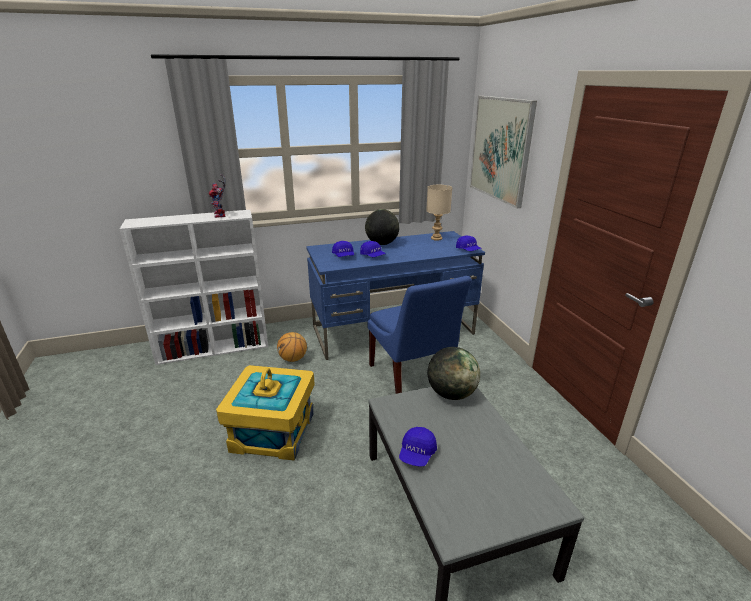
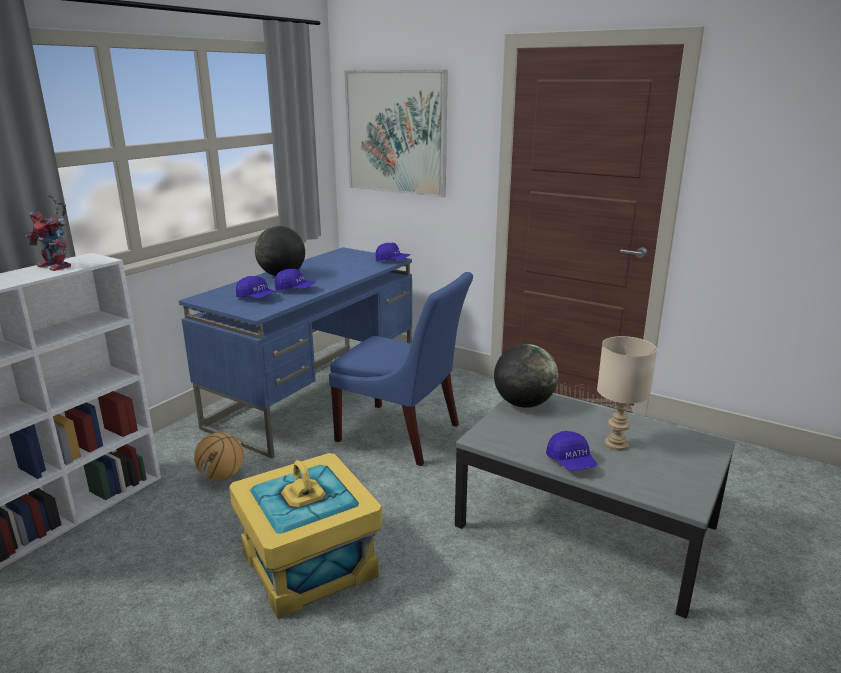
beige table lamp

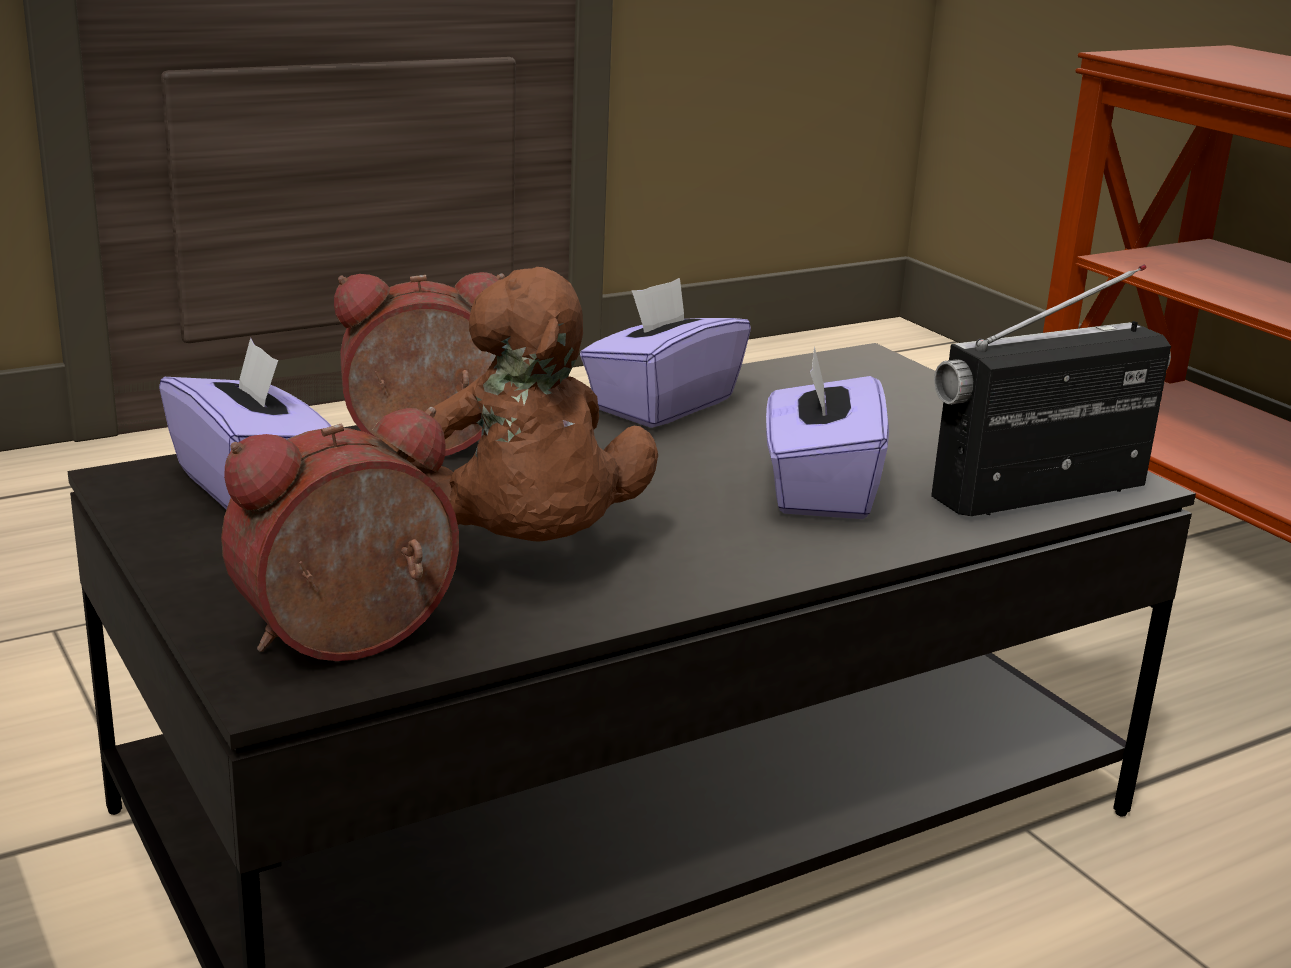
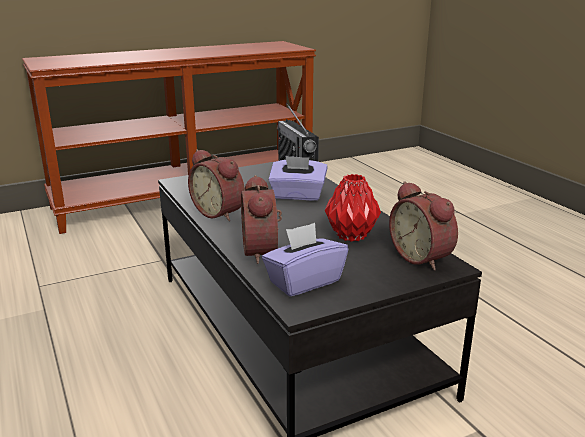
red vase; alarm clock (1st from left)

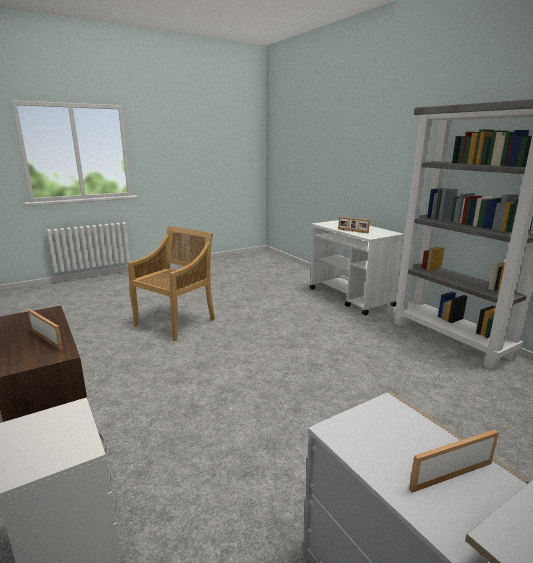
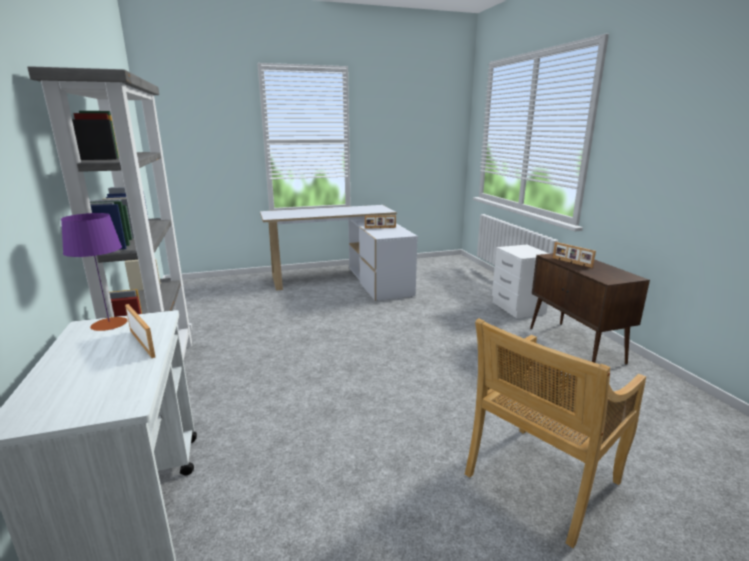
purple table lamp

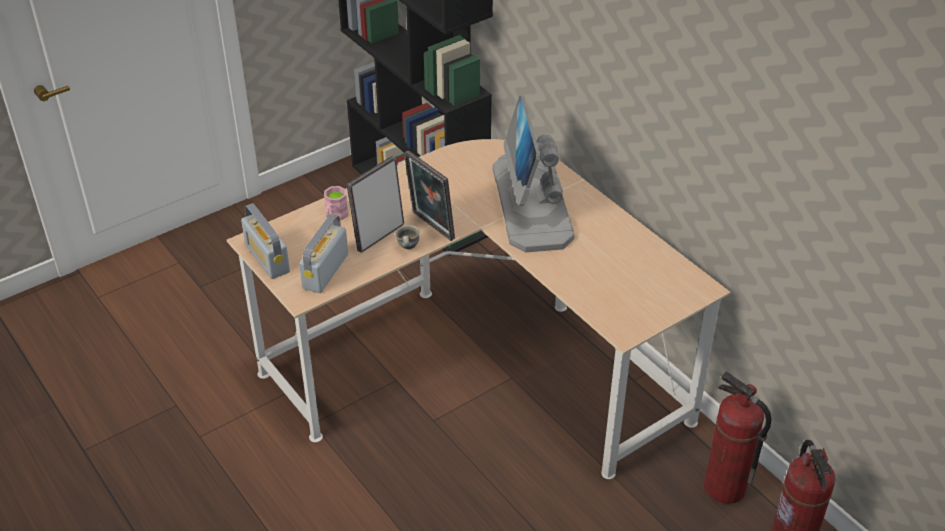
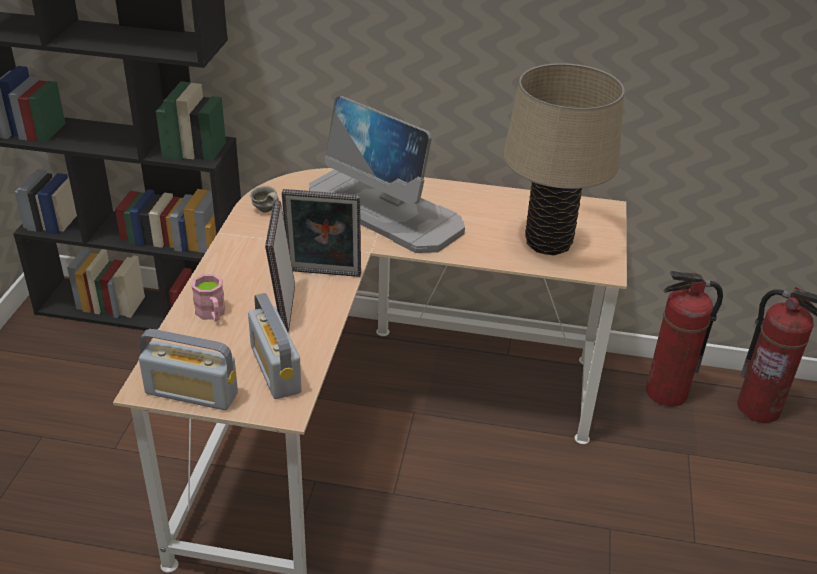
grey mug; beige table lamp

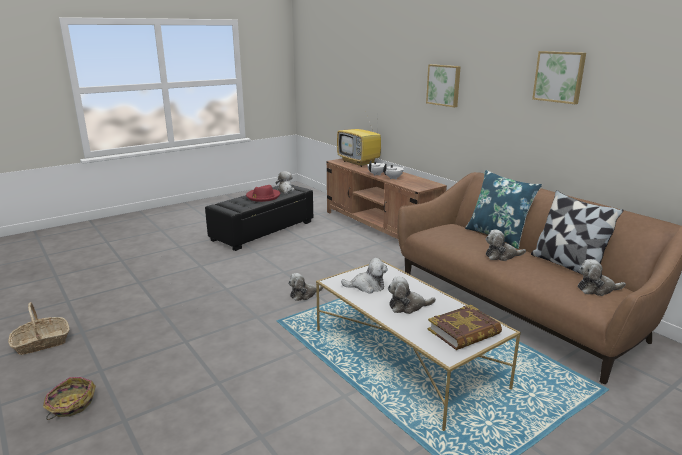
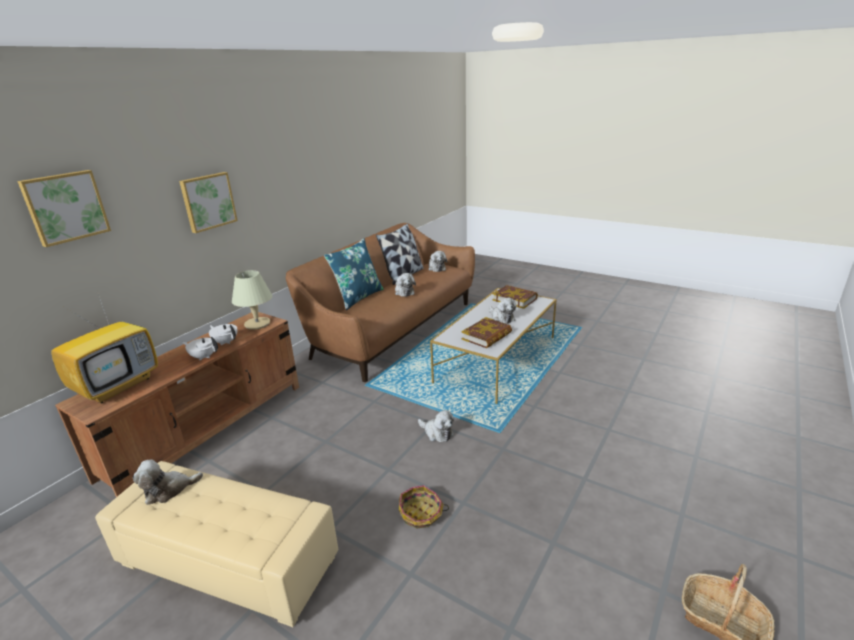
picture (1st from left); beige ottoman; red hat; book (1st from left); basket (1st from left); beige table lamp

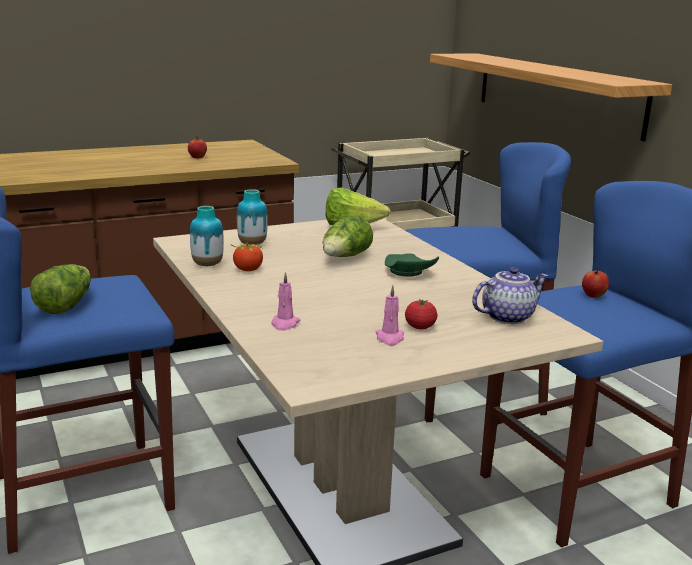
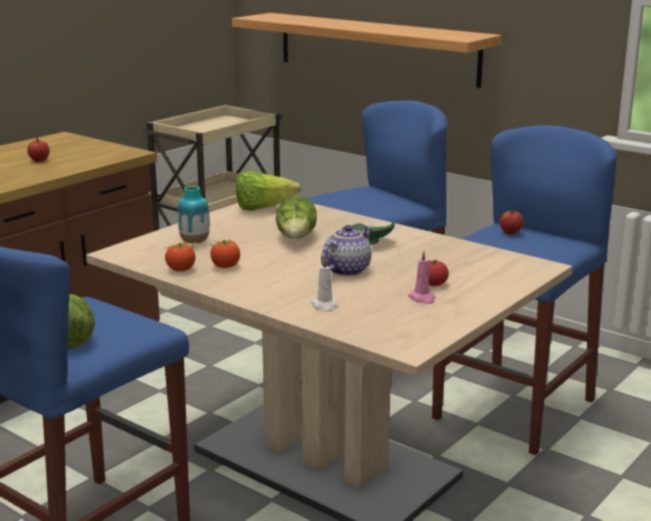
tomato (1st from left); teapot; white candle

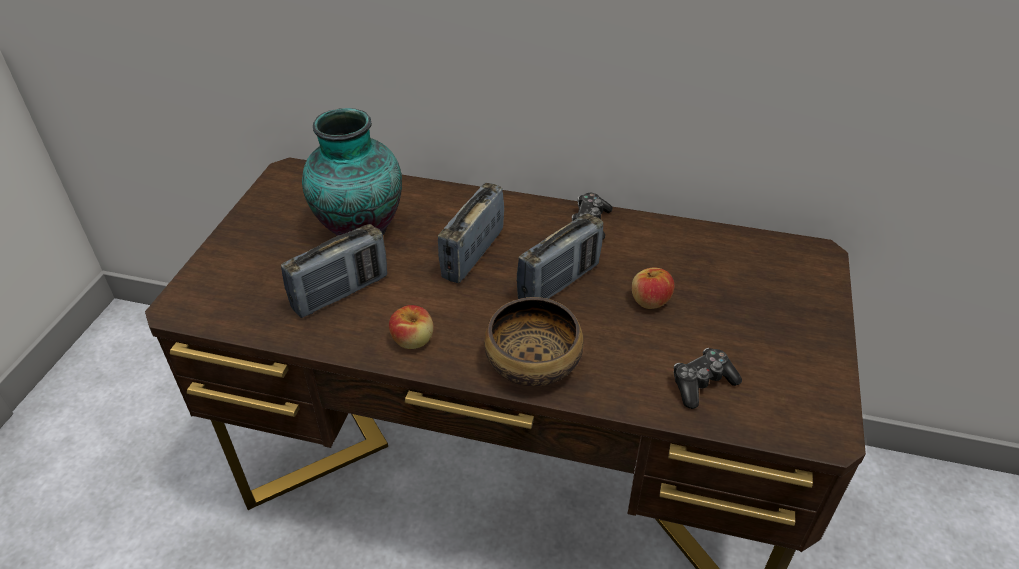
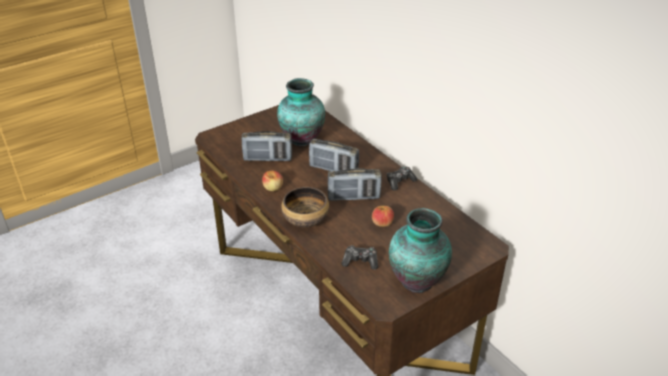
radio (2nd from left); vase (2nd from left)

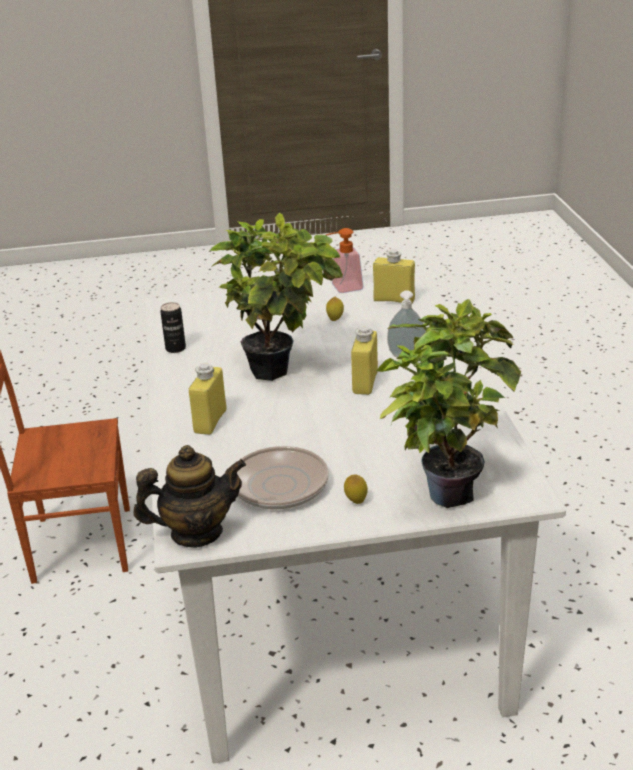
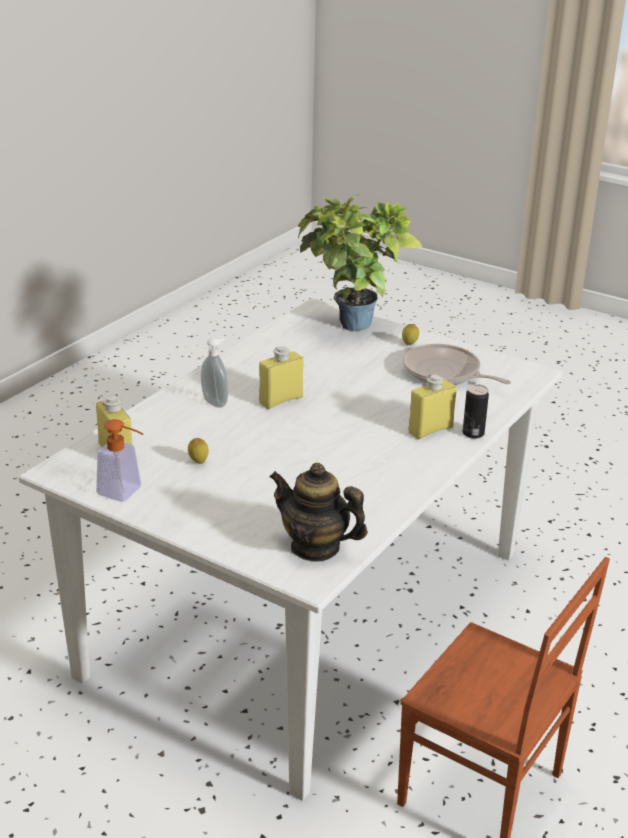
potted plant (1st from left in the first image); can; teapot

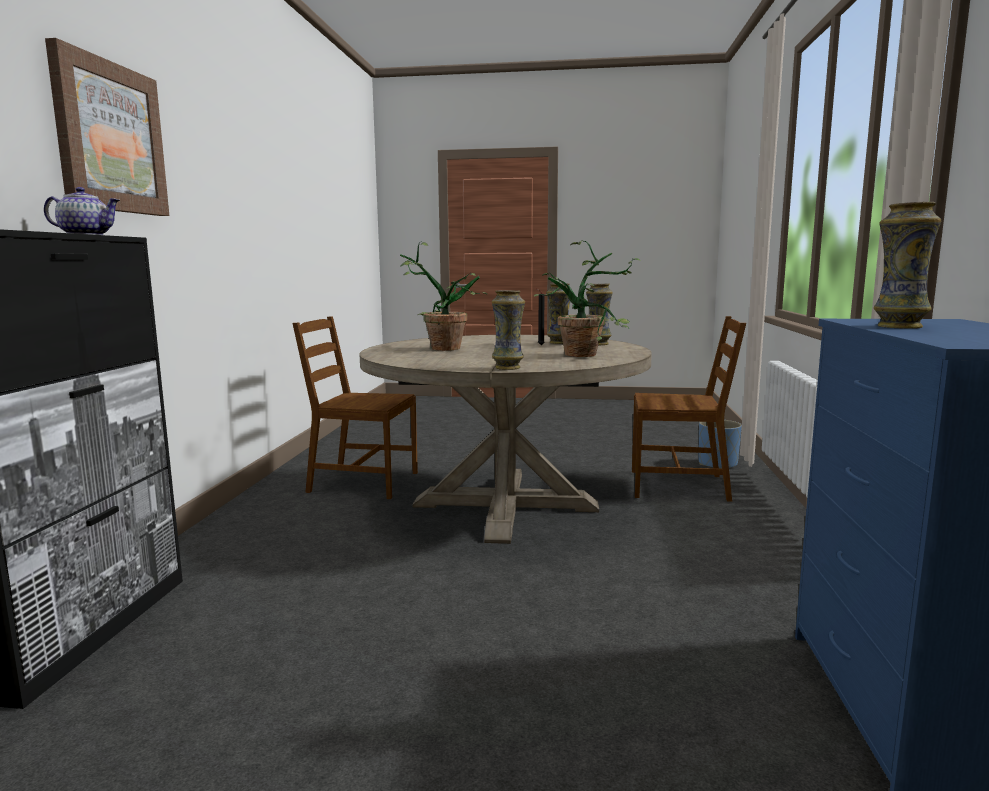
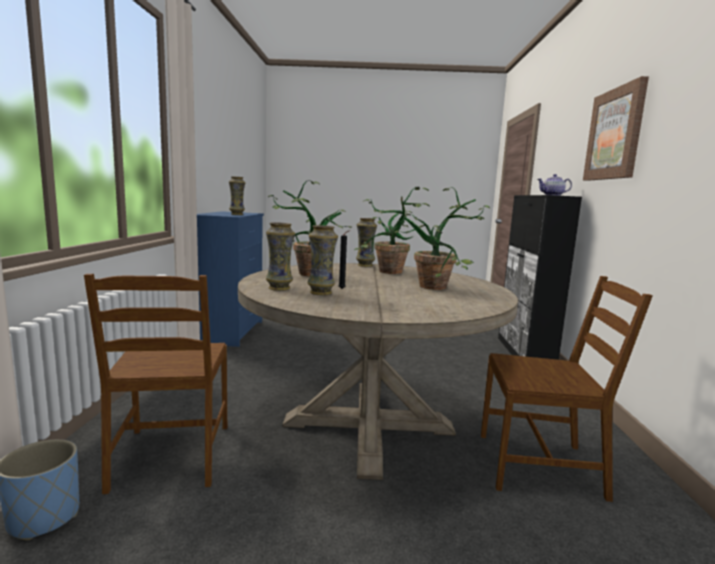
brown chair (1st from left); potted plant (2nd from left)

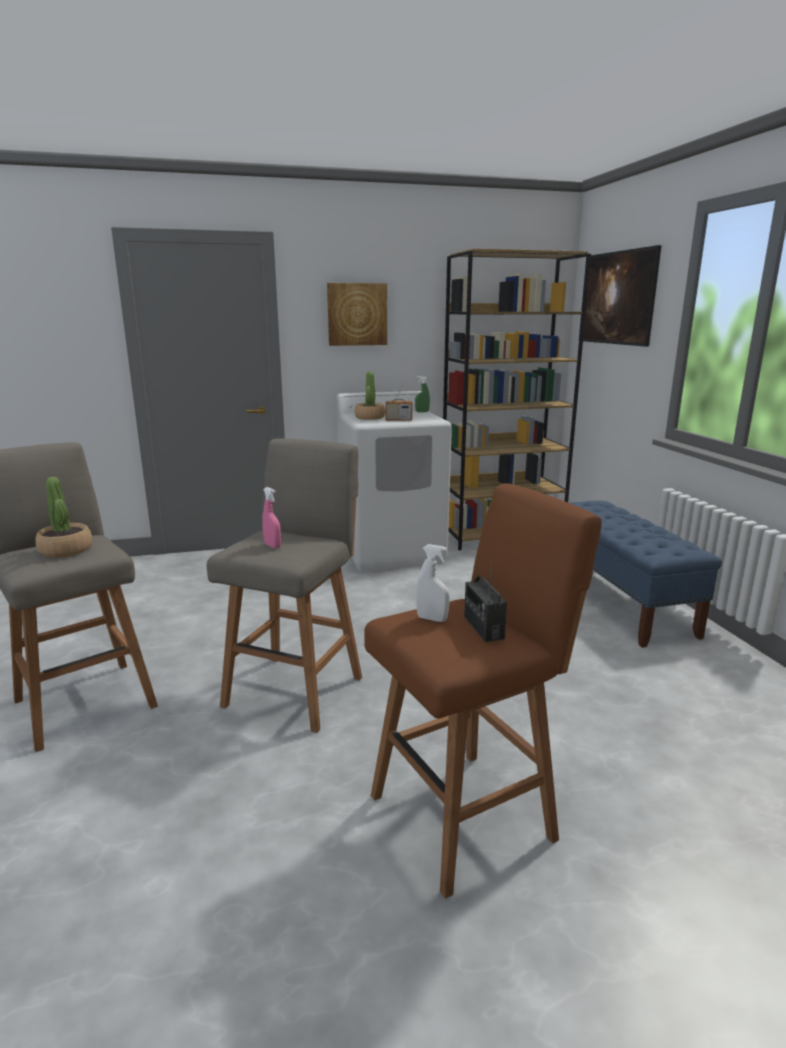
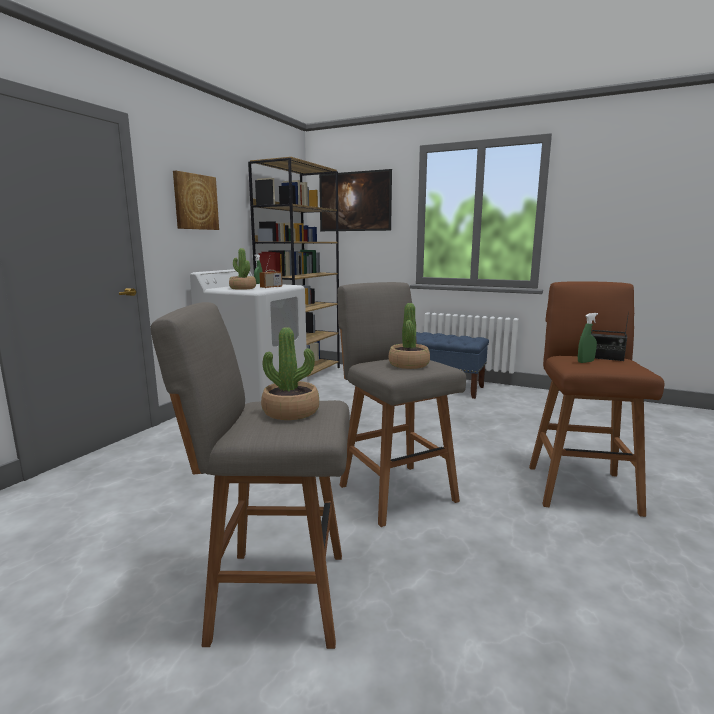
potted plant (3rd from left); green spray bottle (2nd from left)

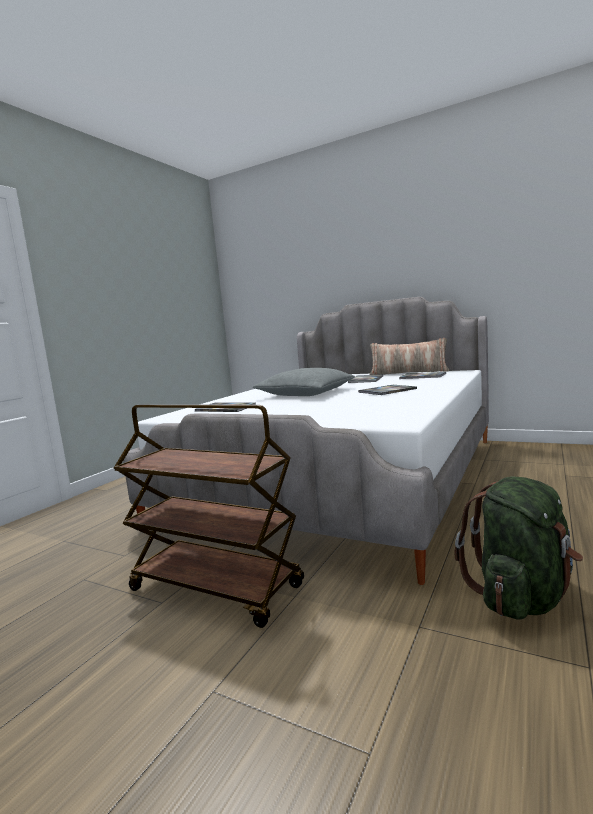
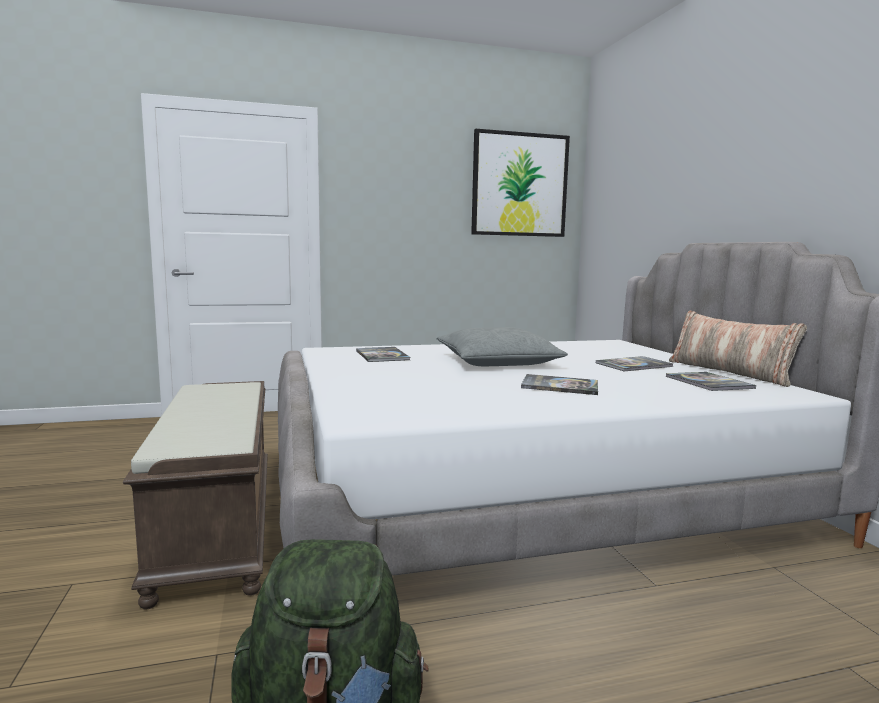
brown bench; picture

